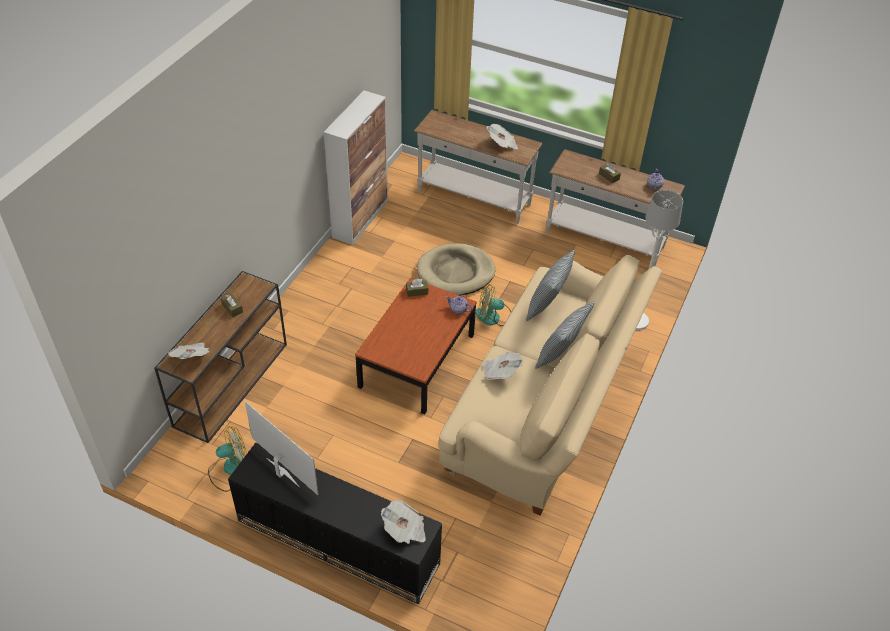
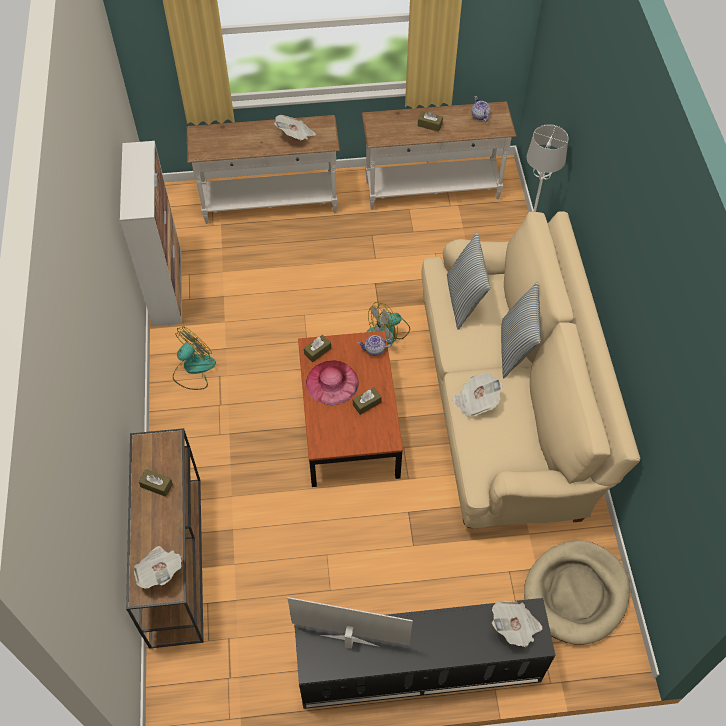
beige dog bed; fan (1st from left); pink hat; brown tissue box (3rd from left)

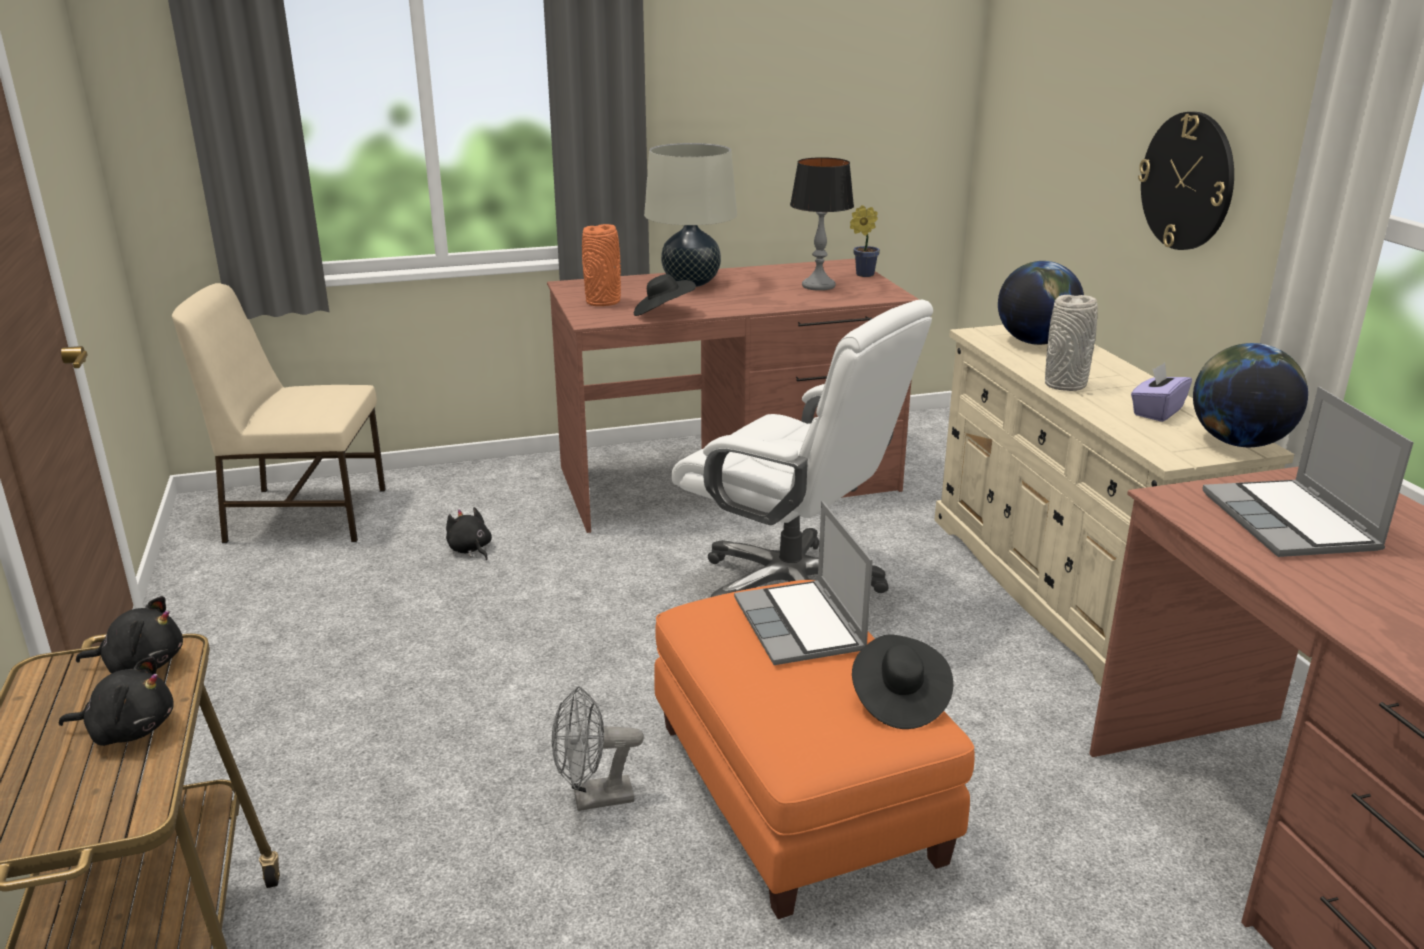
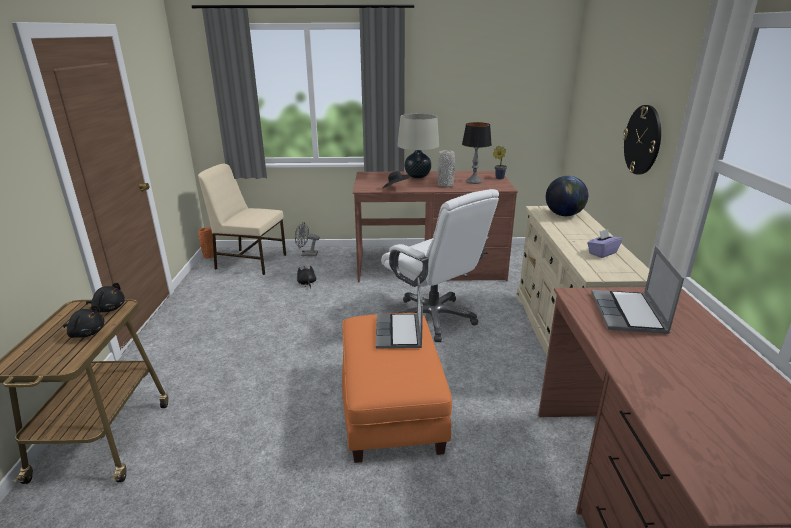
orange vase; grey vase; globe (2nd from left in the first image); black hat (2nd from left in the first image); grey fan

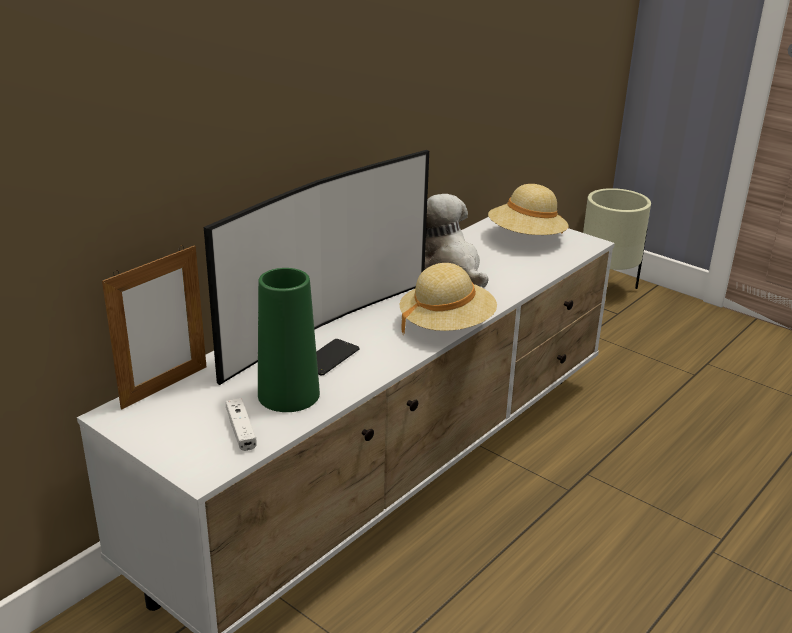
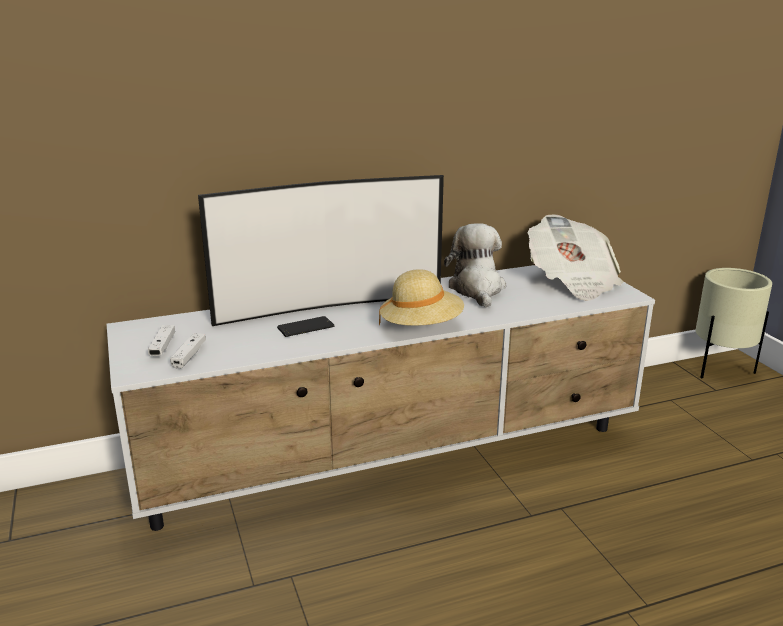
newspaper; picture frame; green vase; white game controller (1st from left)

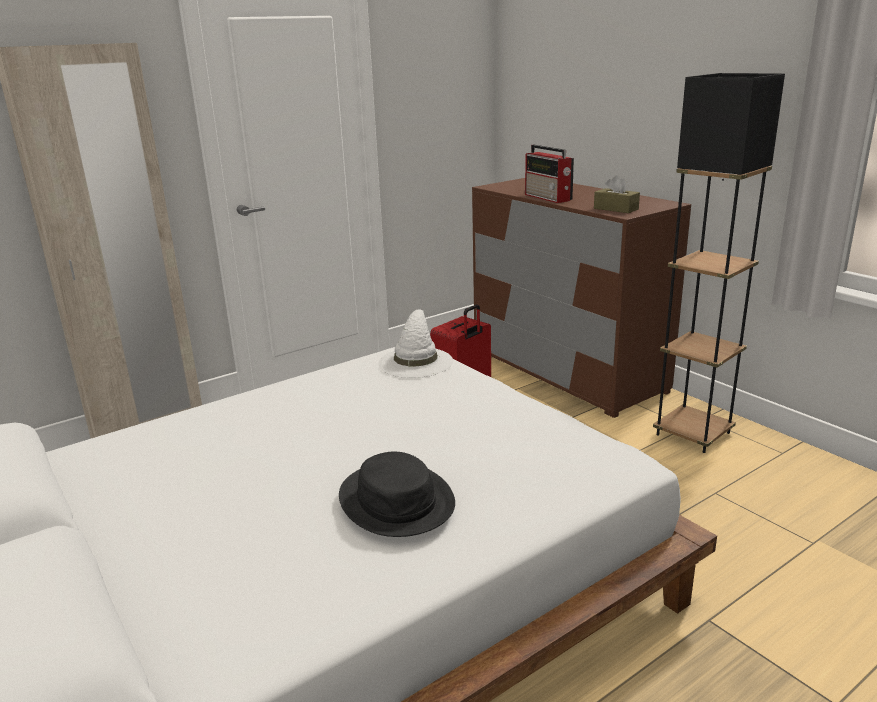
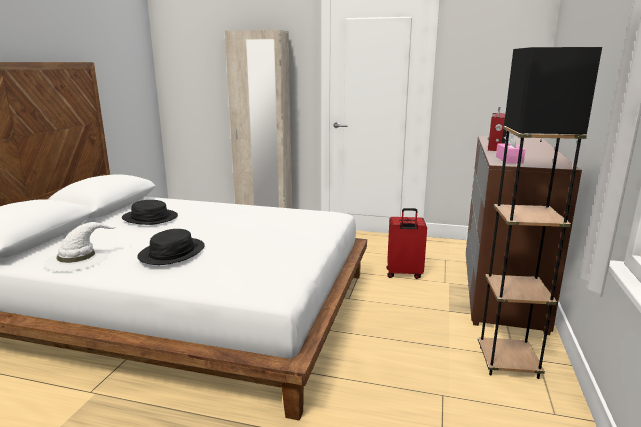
pink tissue box; white hat; black hat (1st from left)

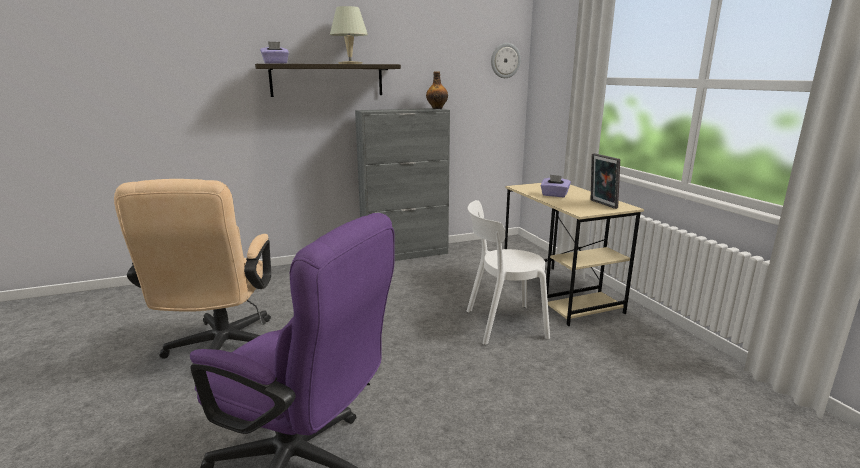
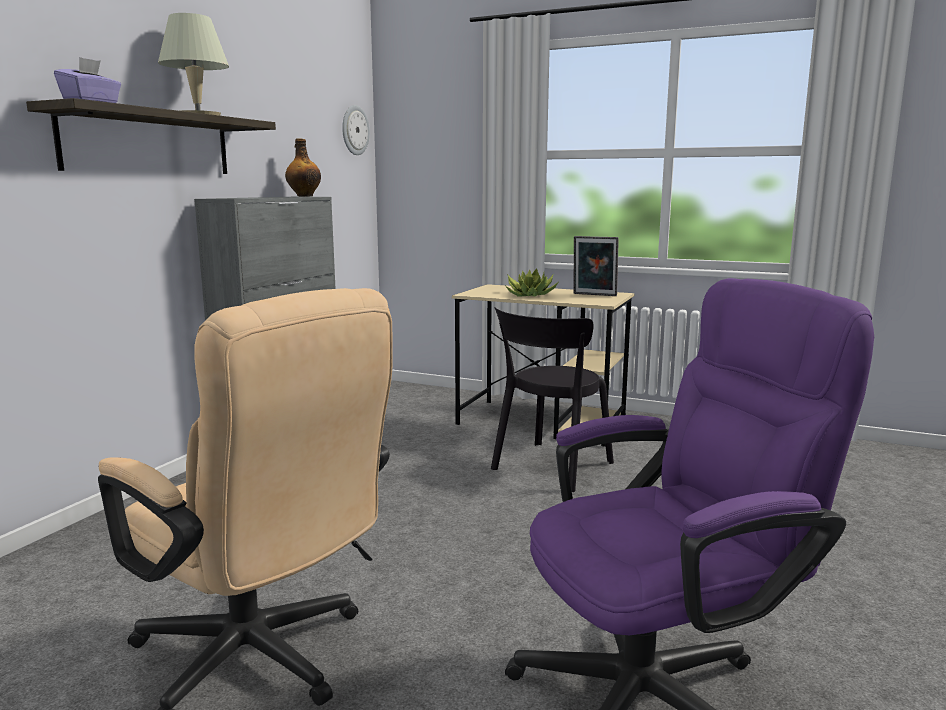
potted plant; black chair

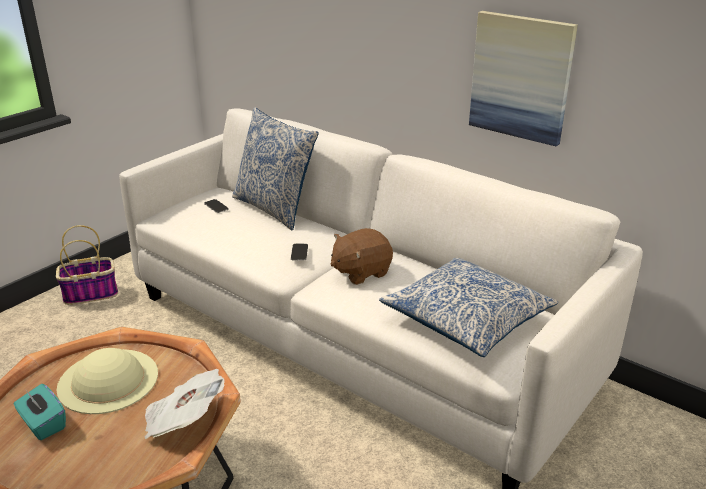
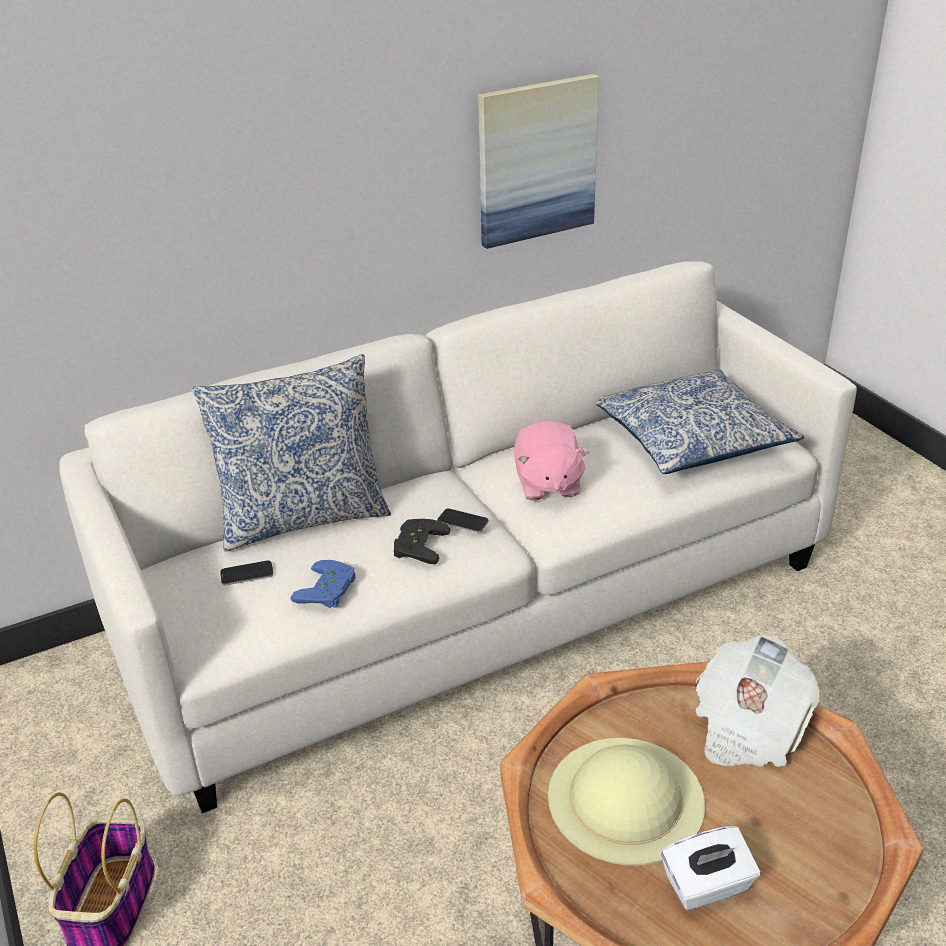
pink plush toy; white tissue box; black game controller; blue game controller

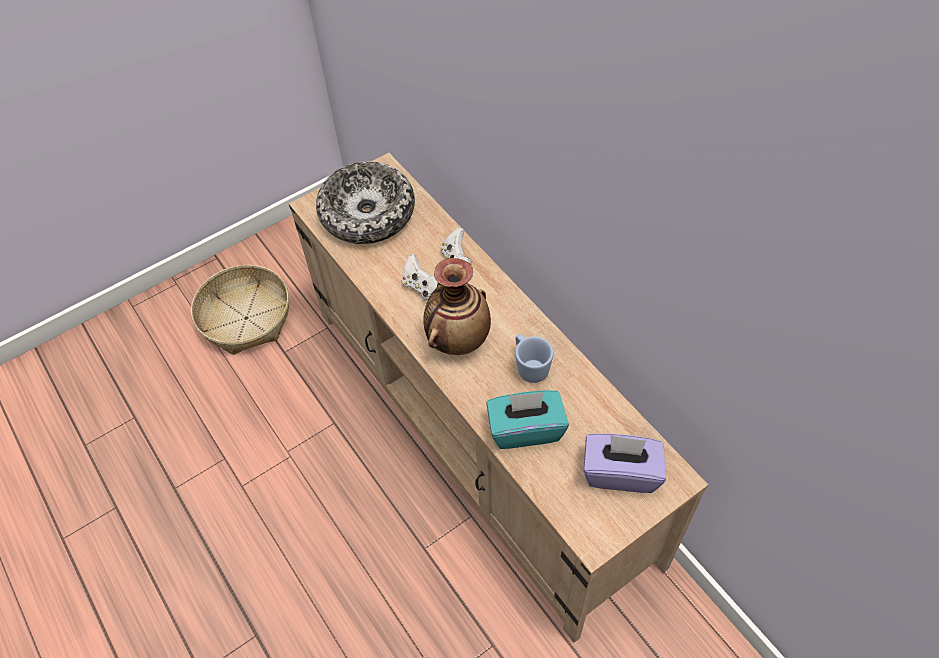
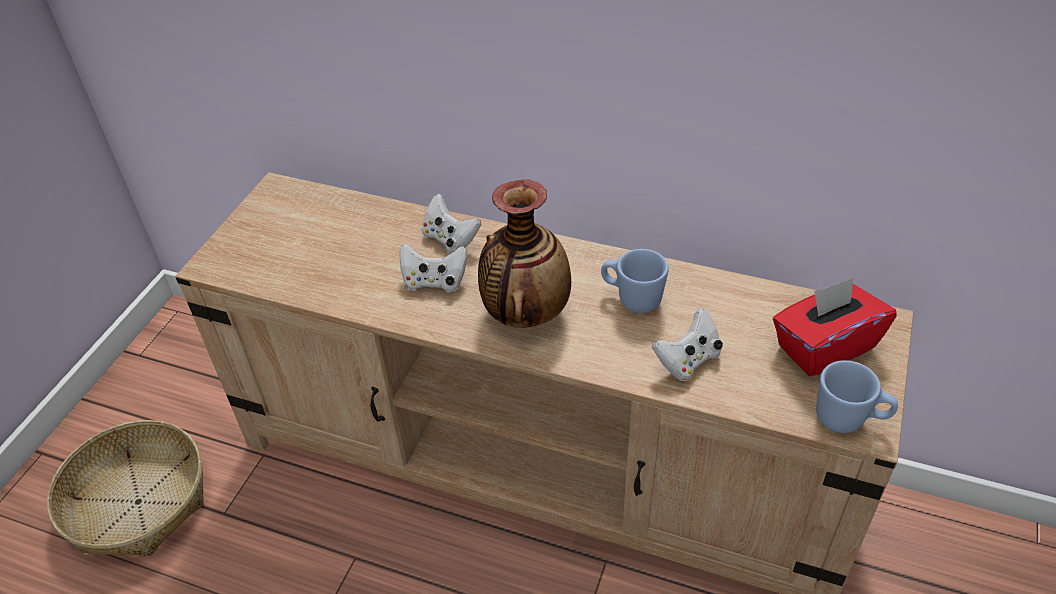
bowl; white game controller (3rd from left); red tissue box; blue mug (2nd from left)

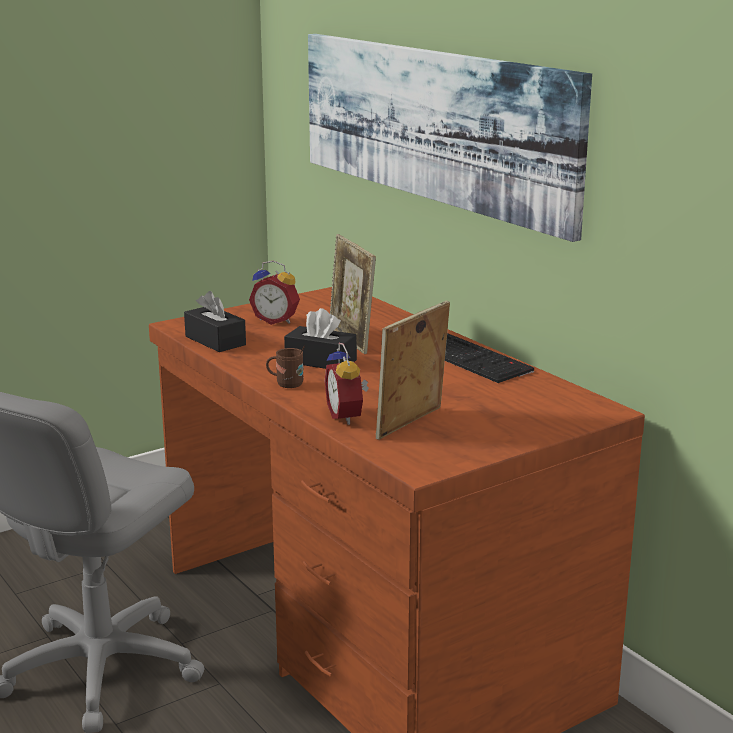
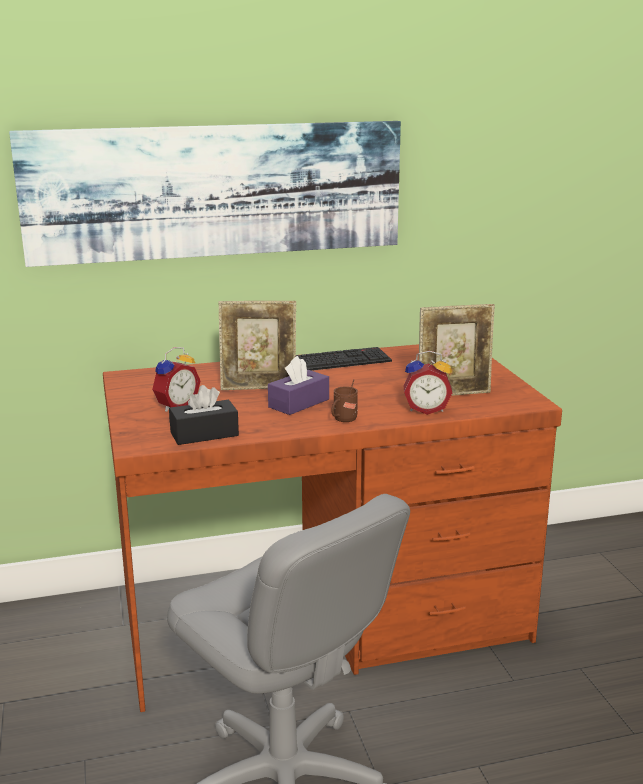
picture frame (2nd from left); purple tissue box

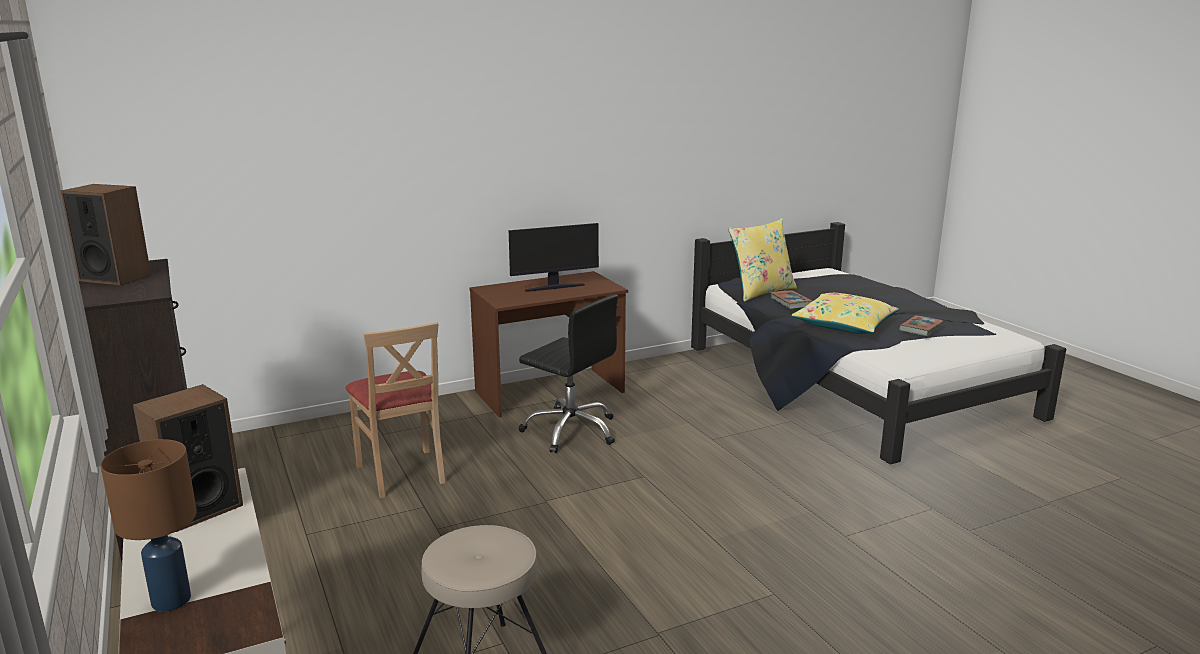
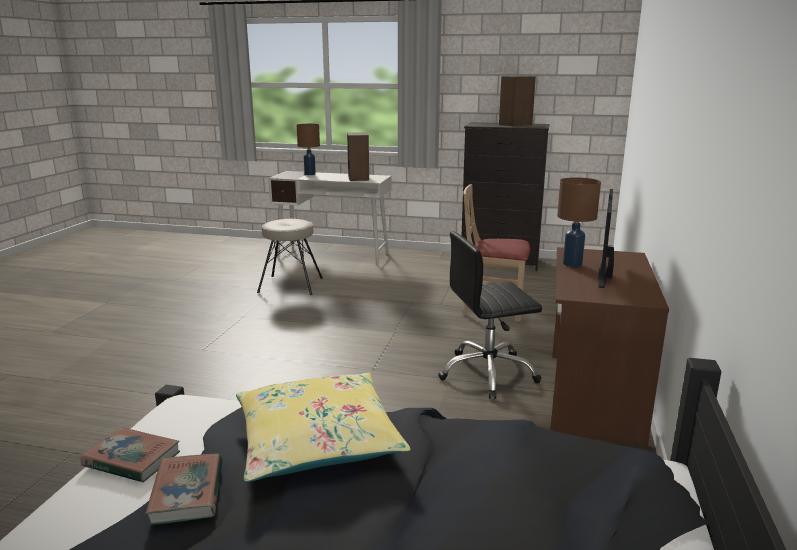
yellow pillow (1st from left in the first image); book (1st from left); brown table lamp (2nd from left)

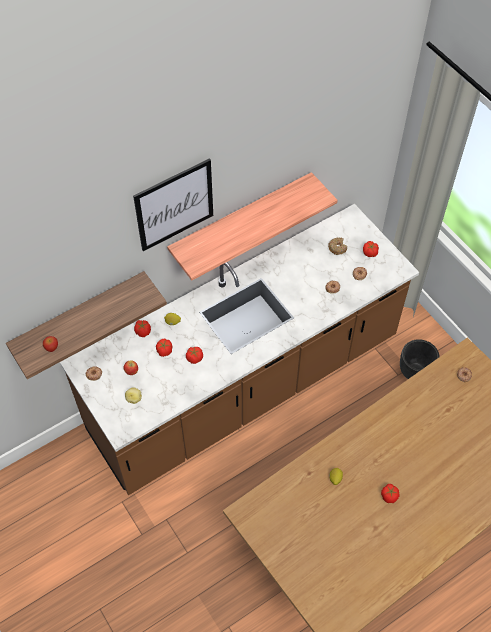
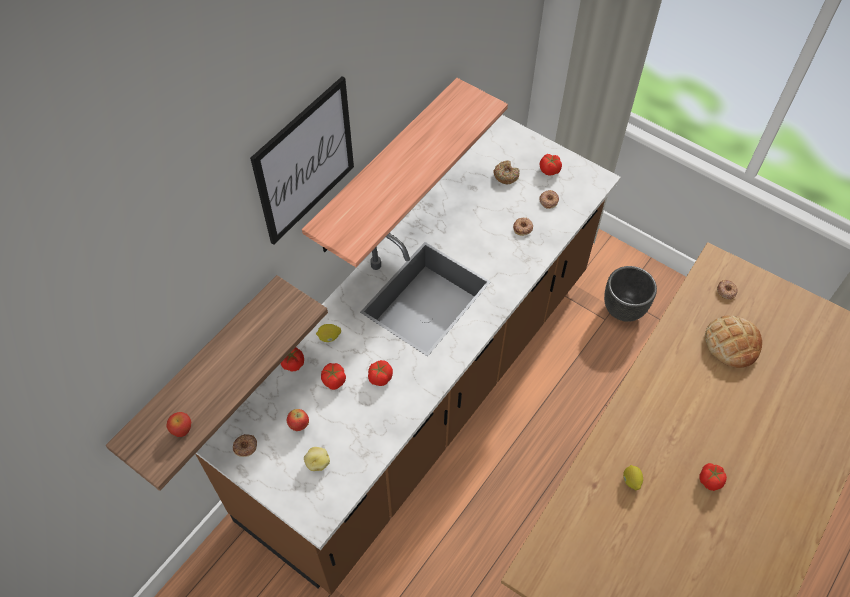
bread

